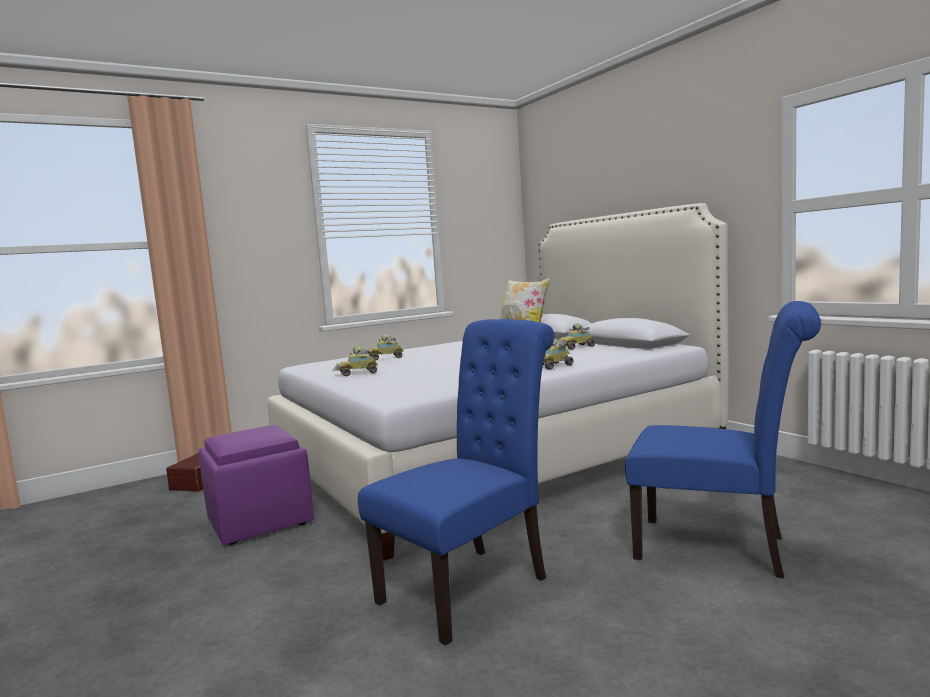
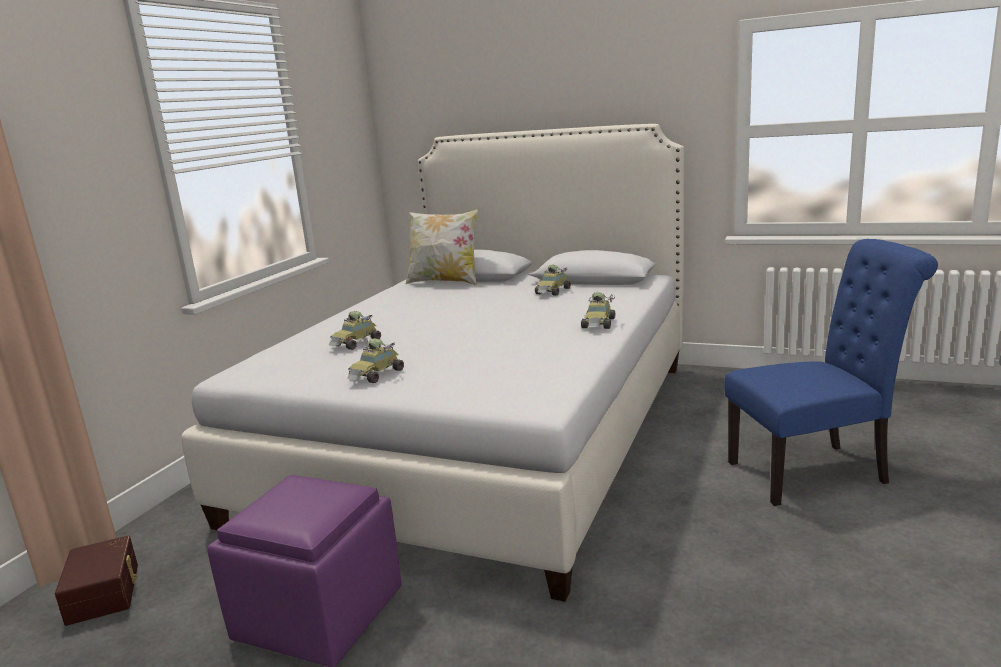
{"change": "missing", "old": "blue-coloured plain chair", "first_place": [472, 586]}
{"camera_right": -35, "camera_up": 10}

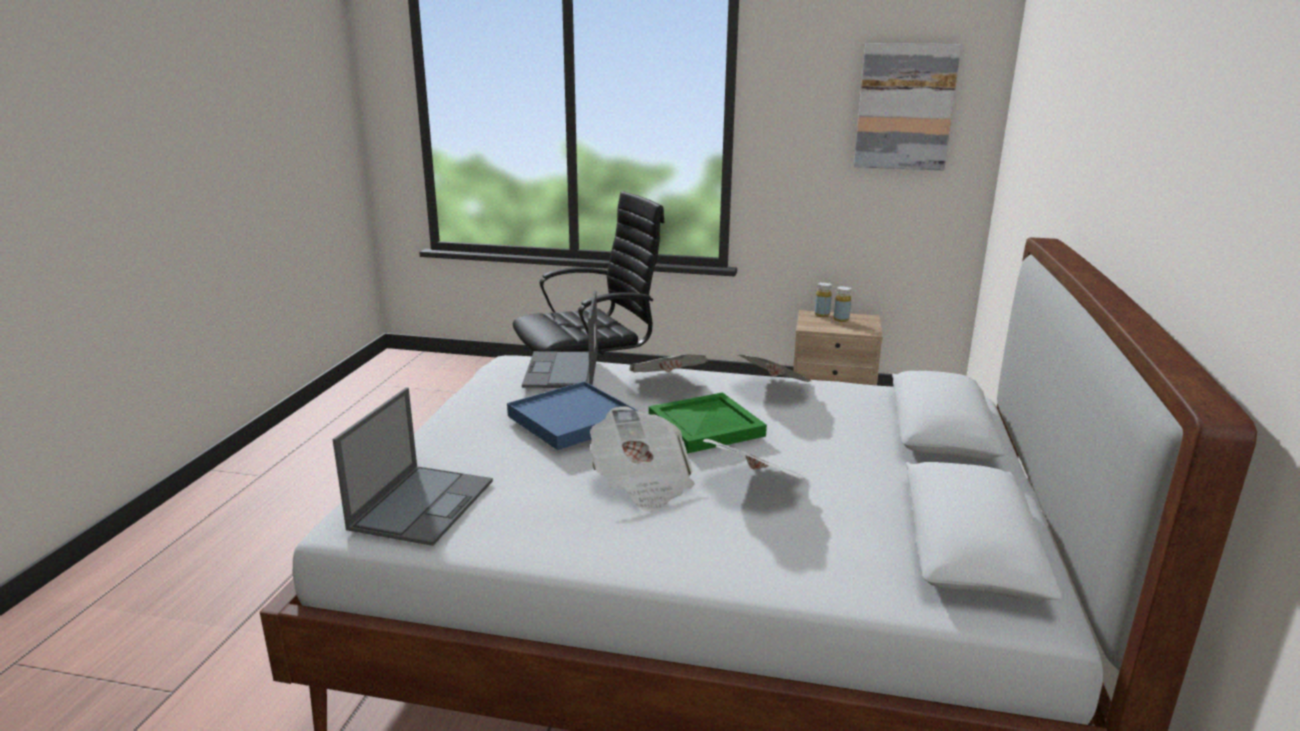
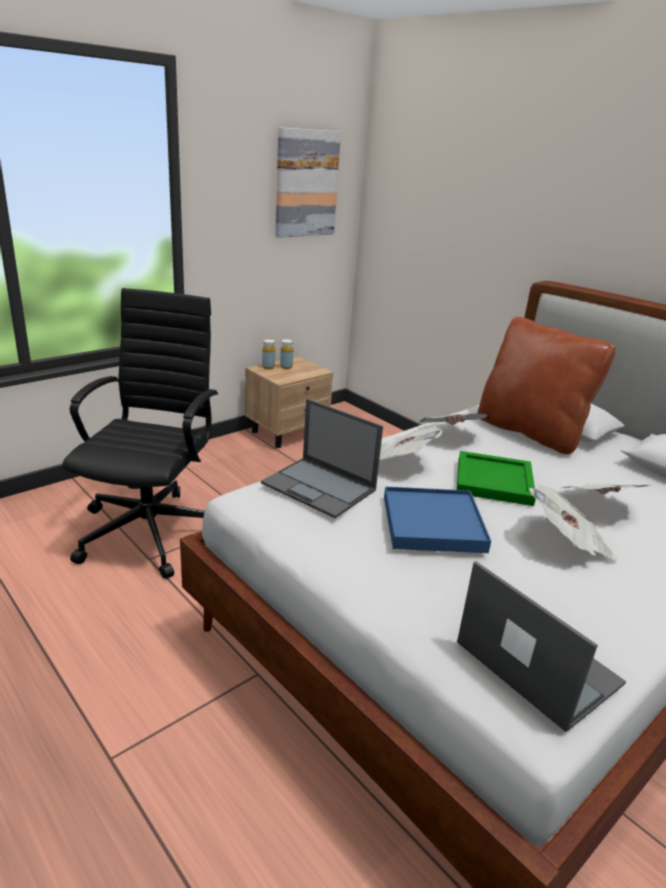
{"change": "appeared", "new": "brown-coloured pillow", "second_place": [530, 432]}
{"camera_right": -55, "camera_up": 5}

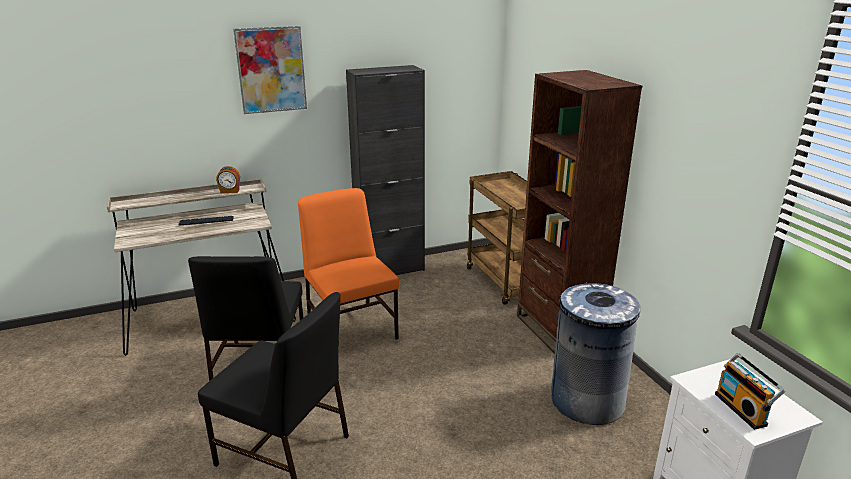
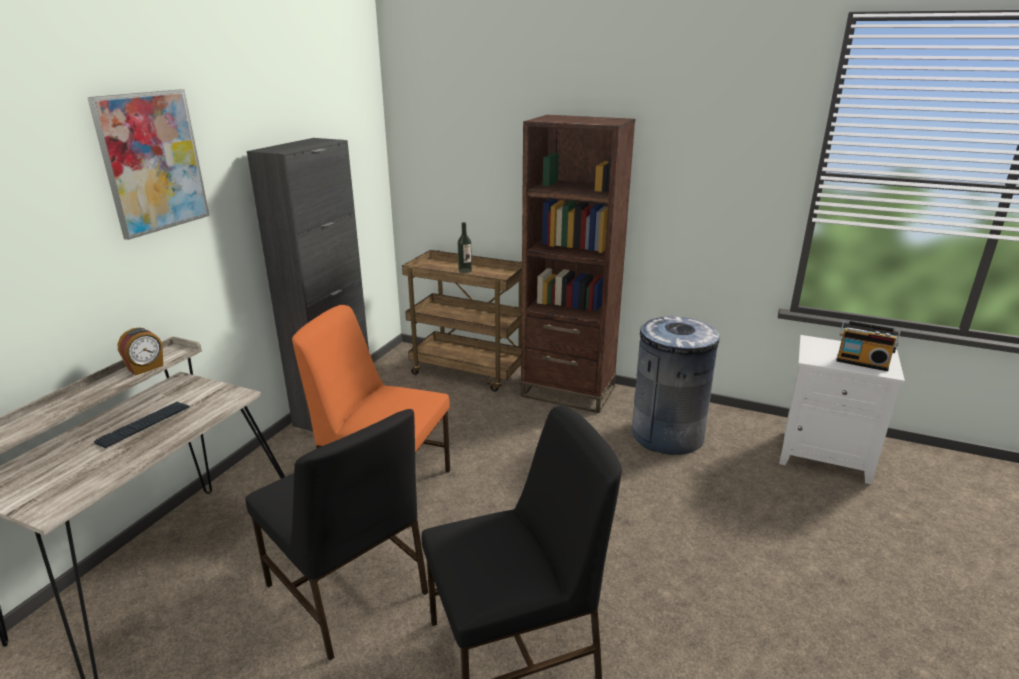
{"change": "appeared", "new": "drink bottle", "second_place": [465, 270]}
{"camera_right": -45, "camera_up": 0}

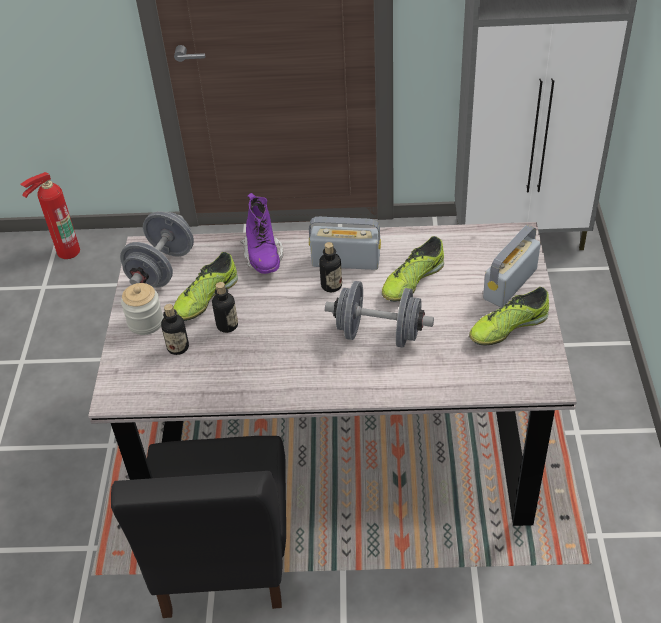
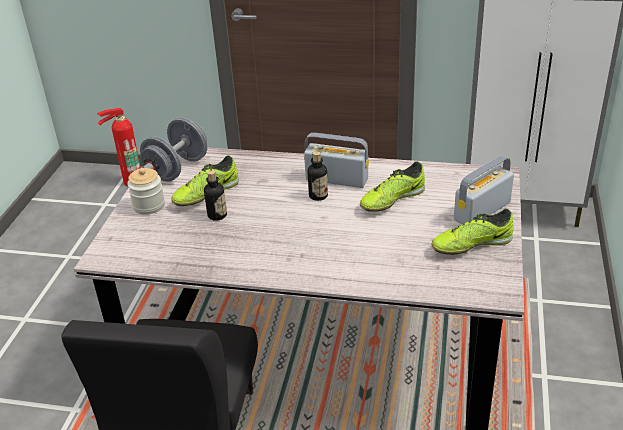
{"change": "missing", "old": "drink bottle", "first_place": [178, 347]}
{"change": "missing", "old": "purple-coloured boot", "first_place": [263, 256]}
{"change": "missing", "old": "grey free weight", "first_place": [379, 334]}
{"camera_right": 10, "camera_up": -10}

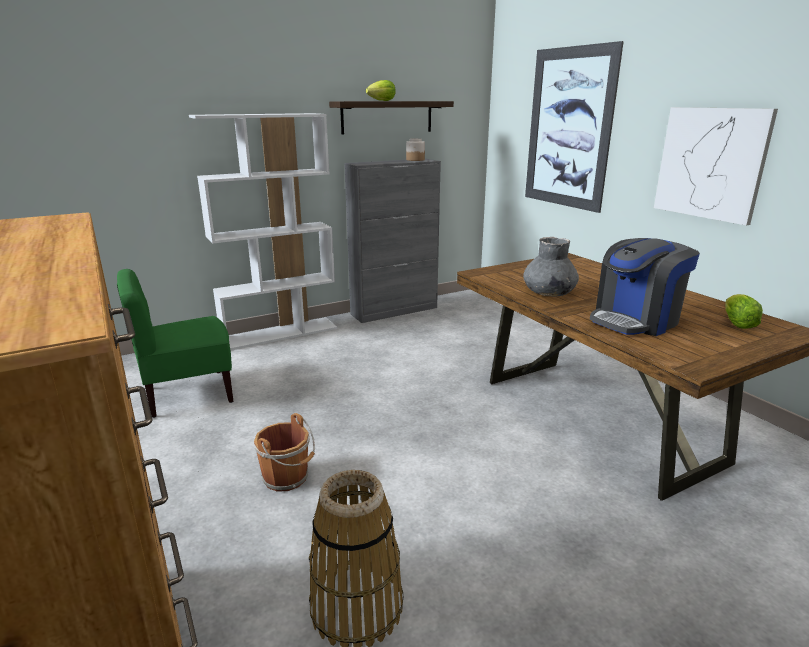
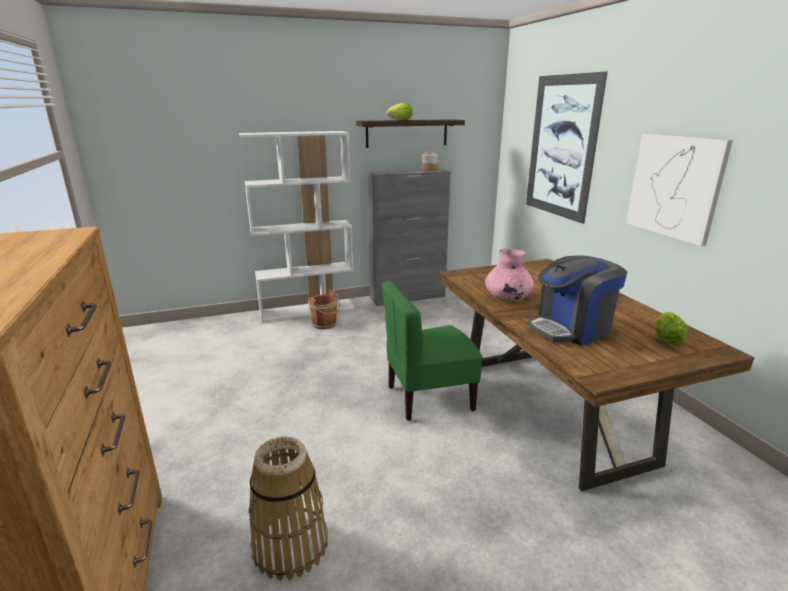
{"change": "relocated", "old": "green plain chair", "first_place": [188, 394], "second_place": [429, 397]}
{"change": "relocated", "old": "brown-coloured bucket", "first_place": [287, 478], "second_place": [325, 324]}
{"change": "colour", "old": "grey flower vase", "new": "pink flower vase", "first_place": [548, 293], "second_place": [507, 297]}
{"camera_right": 10, "camera_up": 0}

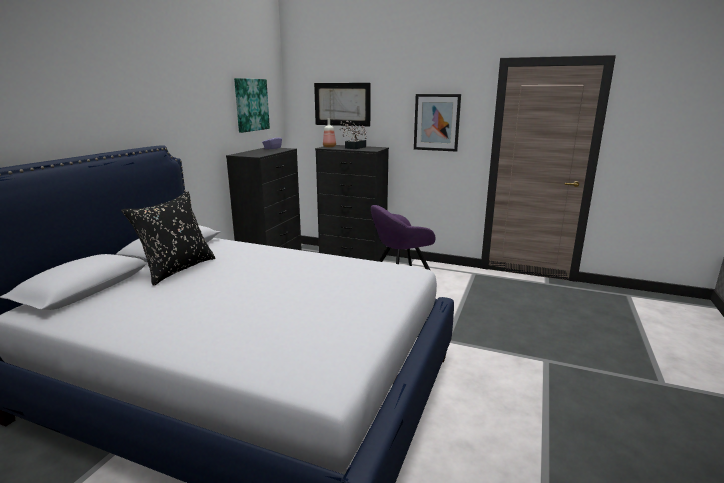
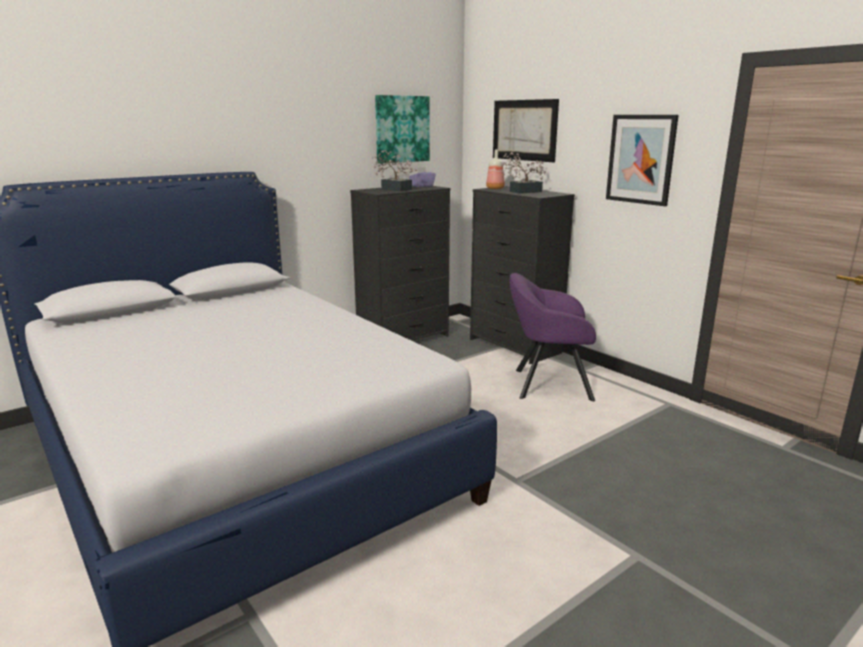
{"change": "missing", "old": "black-coloured pillow", "first_place": [177, 269]}
{"change": "appeared", "new": "plant in a pot", "second_place": [394, 189]}
{"camera_right": 30, "camera_up": 0}

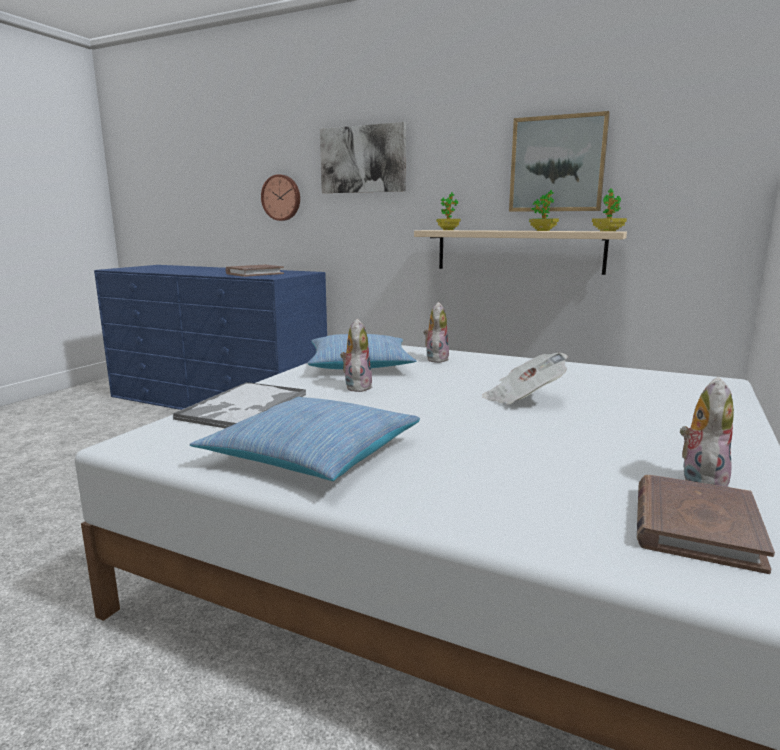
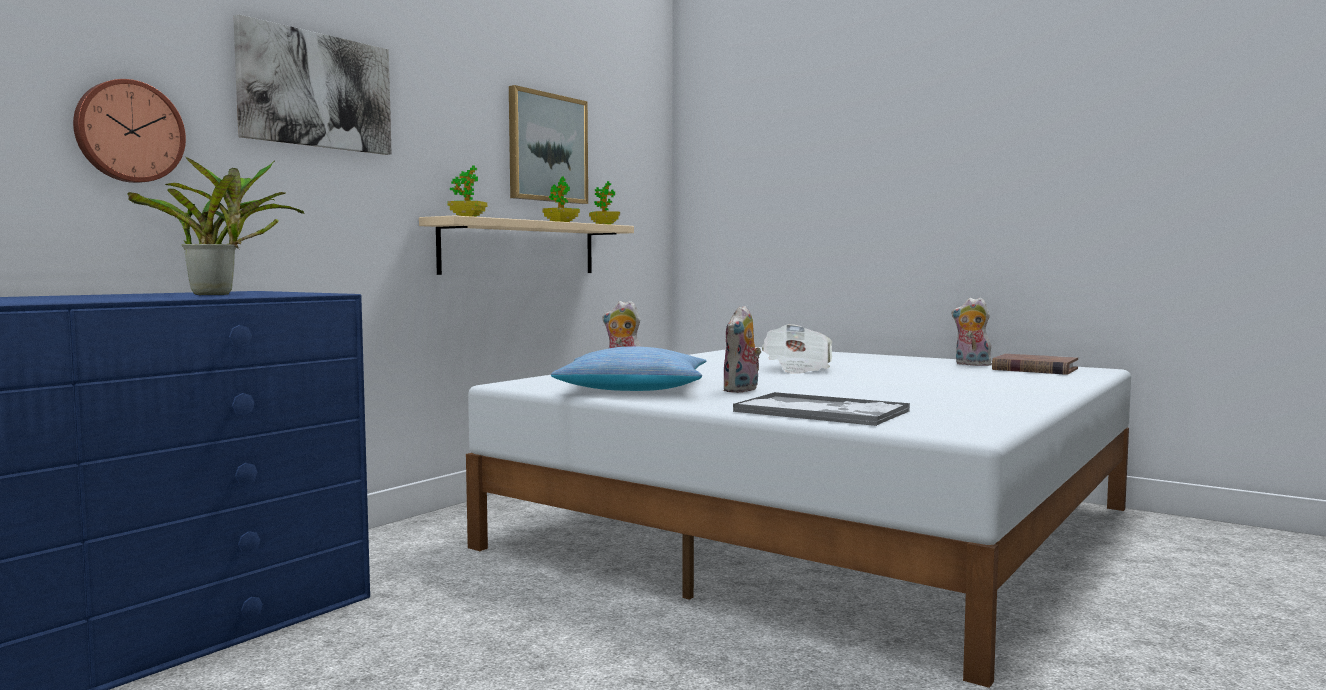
{"change": "missing", "old": "pillow", "first_place": [313, 453]}
{"change": "exchanged", "old": "brown-coloured bound book", "new": "plant in a pot", "first_place": [254, 274], "second_place": [218, 294]}
{"change": "spun", "old": "plush toy", "first_place": [356, 387], "second_place": [742, 390], "degrees": -75}
{"camera_right": -80, "camera_up": -10}

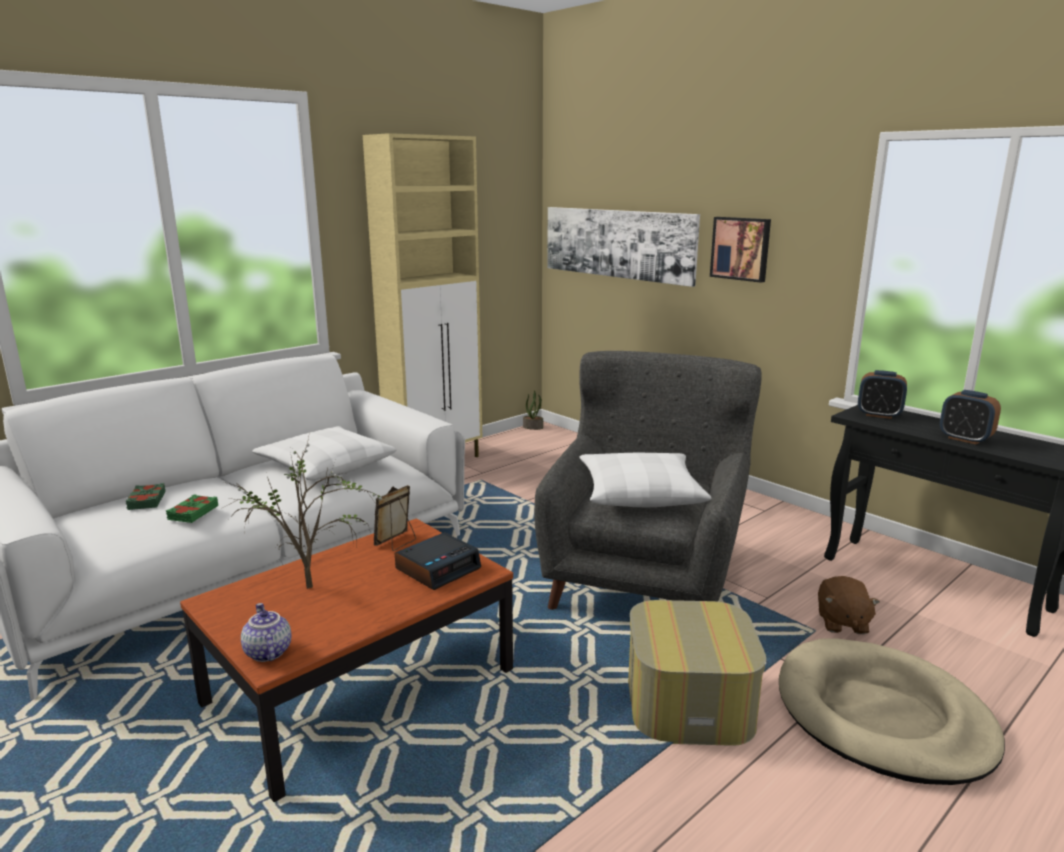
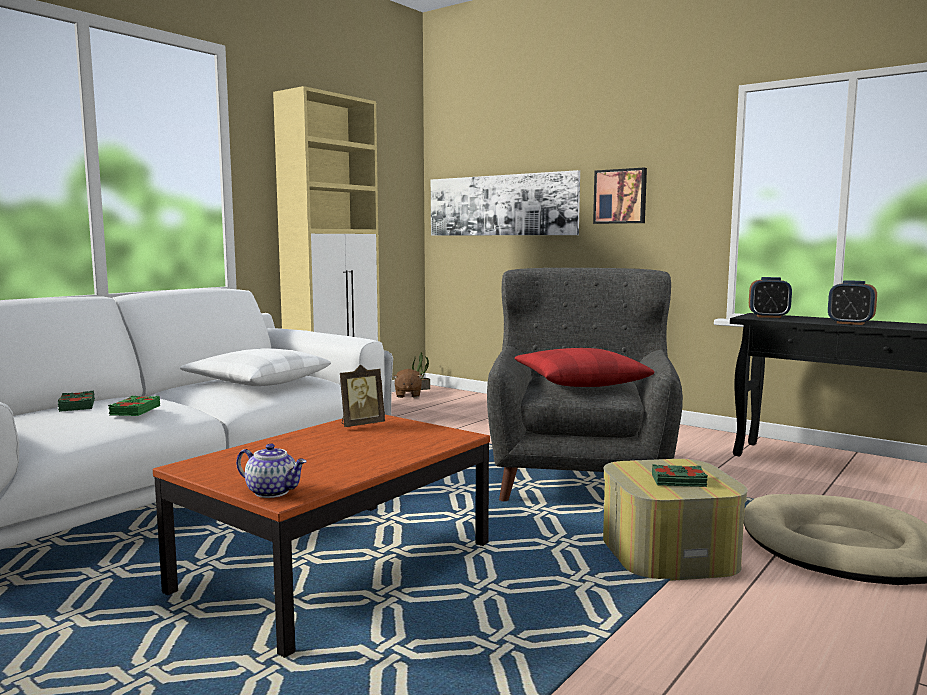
{"change": "missing", "old": "plant in a pot", "first_place": [313, 588]}
{"change": "spun", "old": "teapot", "first_place": [266, 652], "second_place": [273, 492], "degrees": 150}
{"change": "spun", "old": "picture frame", "first_place": [397, 542], "second_place": [361, 424], "degrees": -150}
{"change": "missing", "old": "bedside clock", "first_place": [438, 568]}
{"change": "colour", "old": "white-coloured pillow", "new": "red-coloured pillow", "first_place": [640, 492], "second_place": [580, 381]}
{"change": "relocated", "old": "brown-coloured plush toy", "first_place": [842, 623], "second_place": [407, 395]}
{"change": "appeared", "new": "green bound book", "second_place": [679, 481]}
{"camera_right": -10, "camera_up": -10}

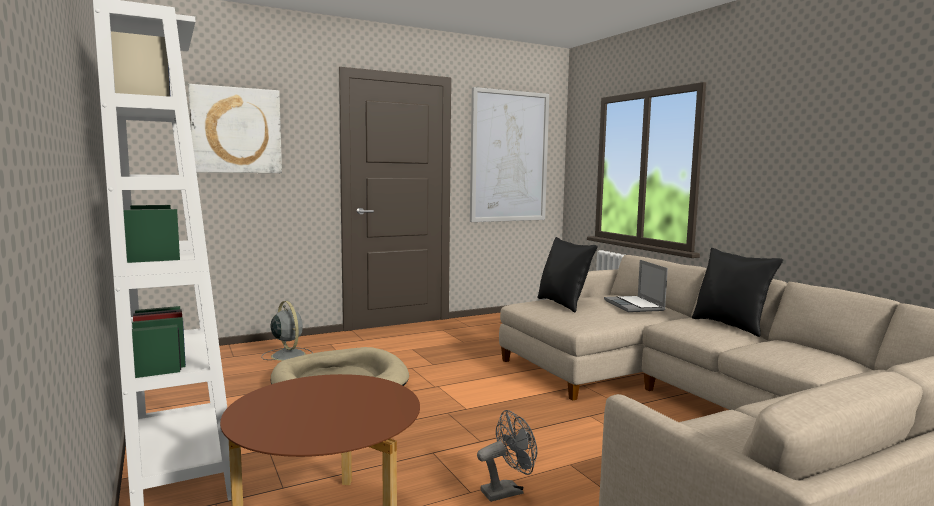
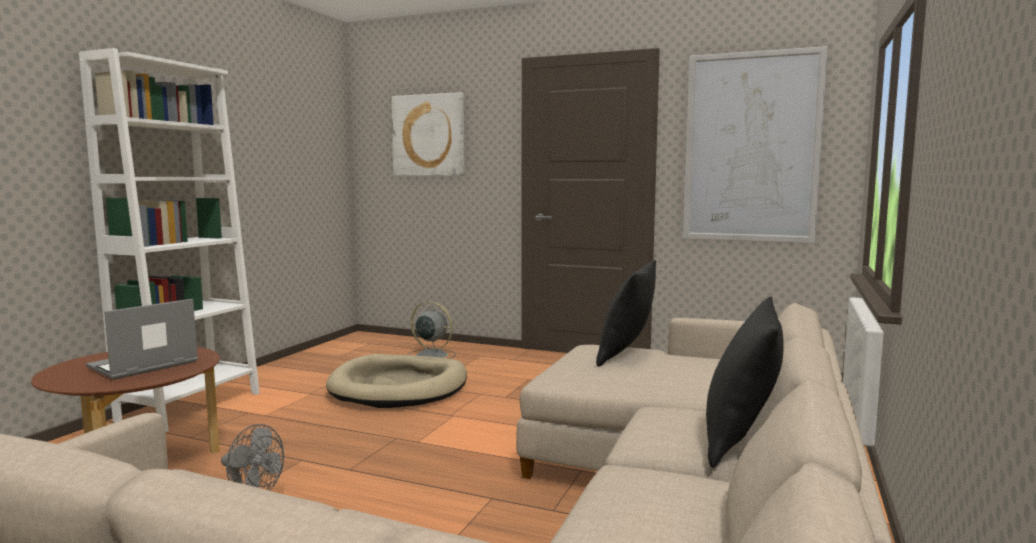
{"change": "spun", "old": "grey fan", "first_place": [287, 355], "second_place": [430, 355], "degrees": -75}
{"change": "relocated", "old": "notebook computer", "first_place": [635, 305], "second_place": [143, 366]}
{"camera_right": 50, "camera_up": 0}

